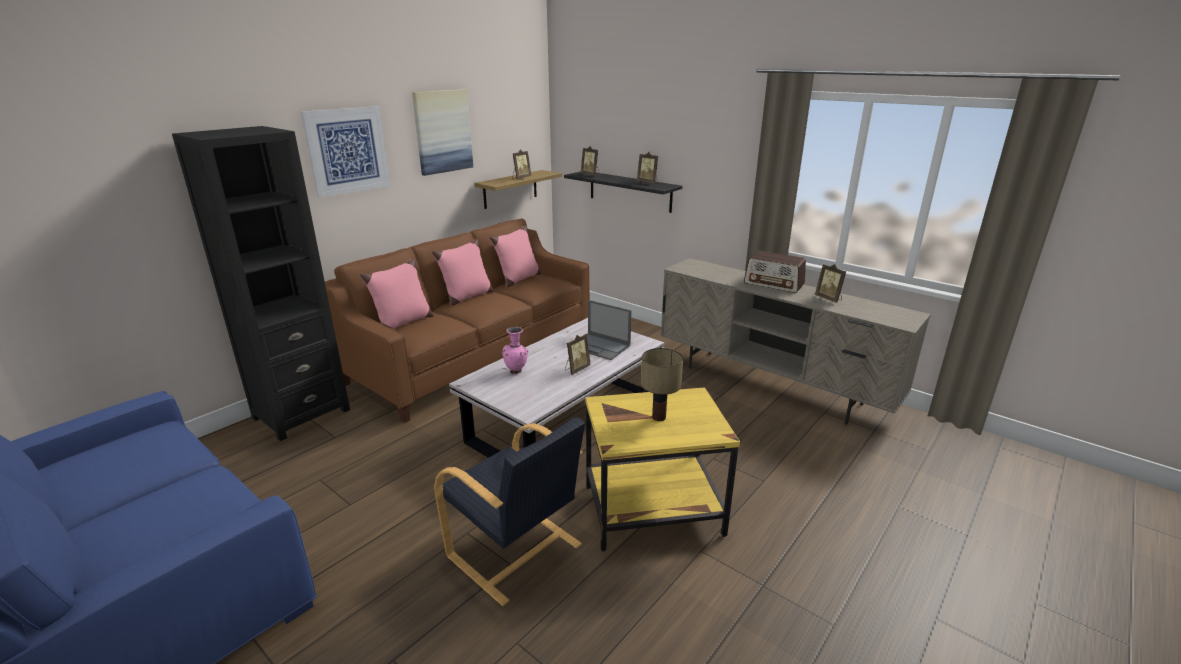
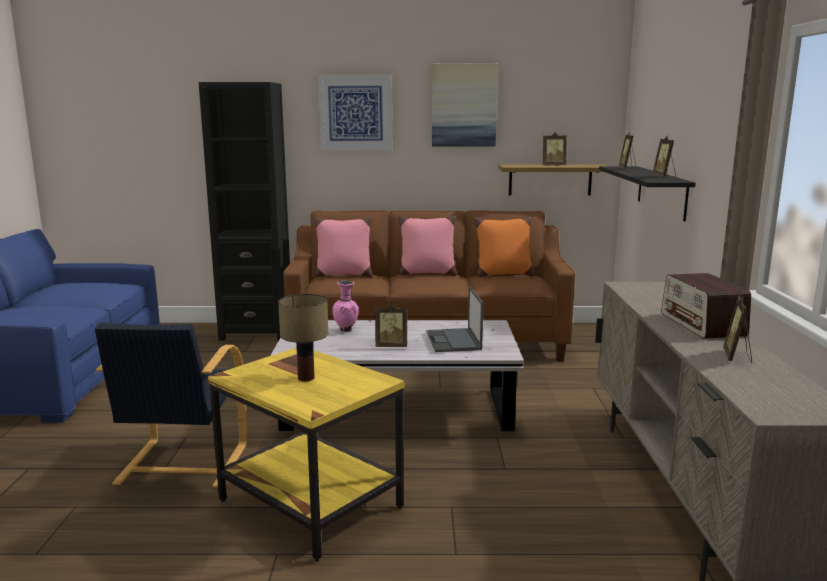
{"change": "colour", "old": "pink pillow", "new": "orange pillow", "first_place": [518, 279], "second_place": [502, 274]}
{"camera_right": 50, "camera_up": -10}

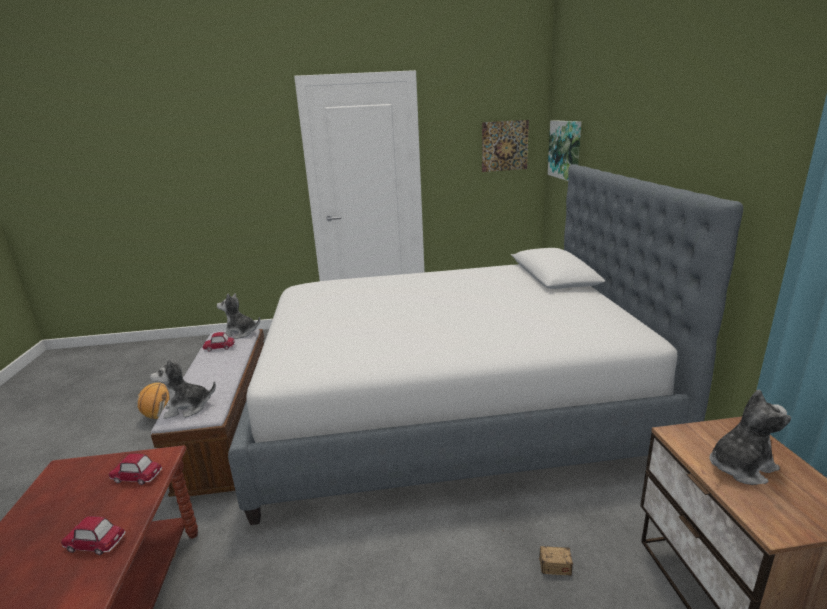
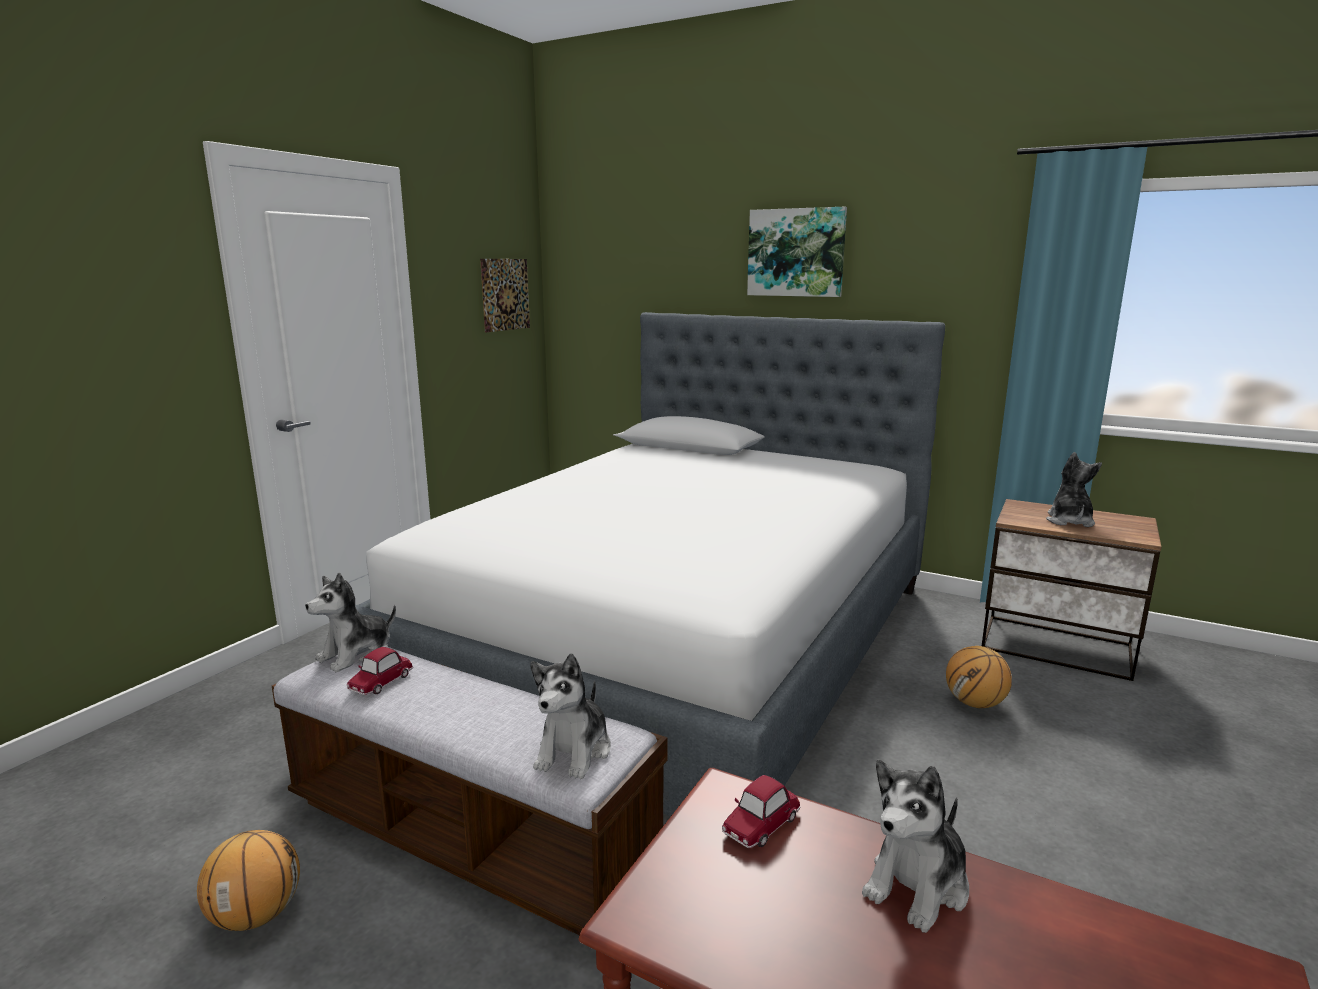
{"change": "exchanged", "old": "toy car", "new": "plush toy", "first_place": [95, 543], "second_place": [918, 885]}
{"change": "exchanged", "old": "storage bin", "new": "ball for basketball", "first_place": [535, 565], "second_place": [975, 703]}
{"change": "relocated", "old": "wall picture", "first_place": [565, 150], "second_place": [796, 252]}
{"camera_right": -55, "camera_up": -5}

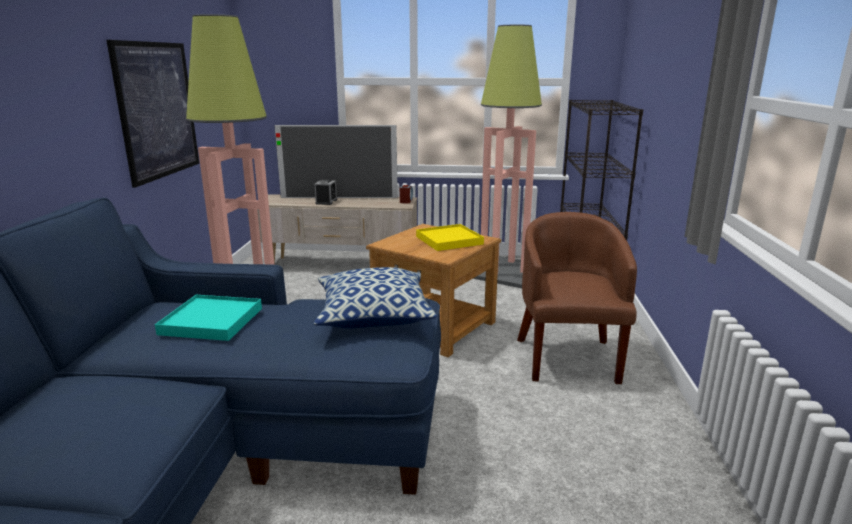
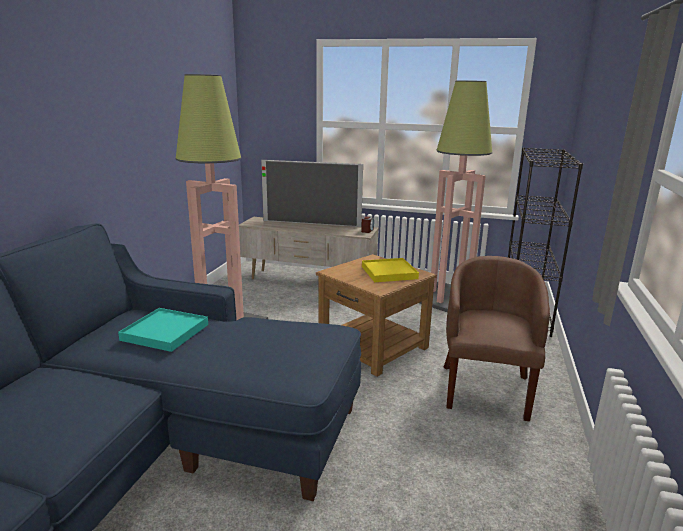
{"change": "missing", "old": "wall picture", "first_place": [157, 110]}
{"change": "missing", "old": "bedside clock", "first_place": [326, 202]}
{"change": "missing", "old": "pillow", "first_place": [373, 315]}
{"camera_right": 10, "camera_up": 0}

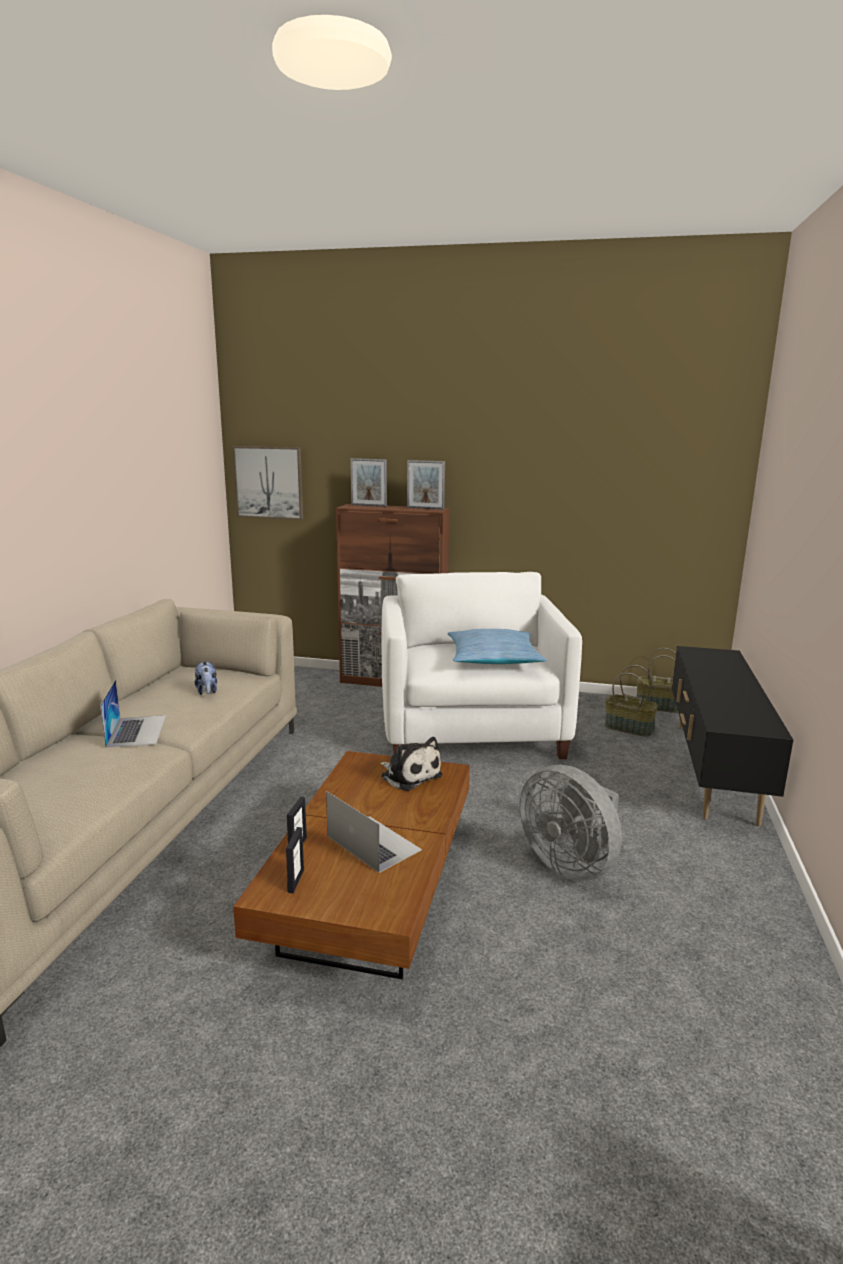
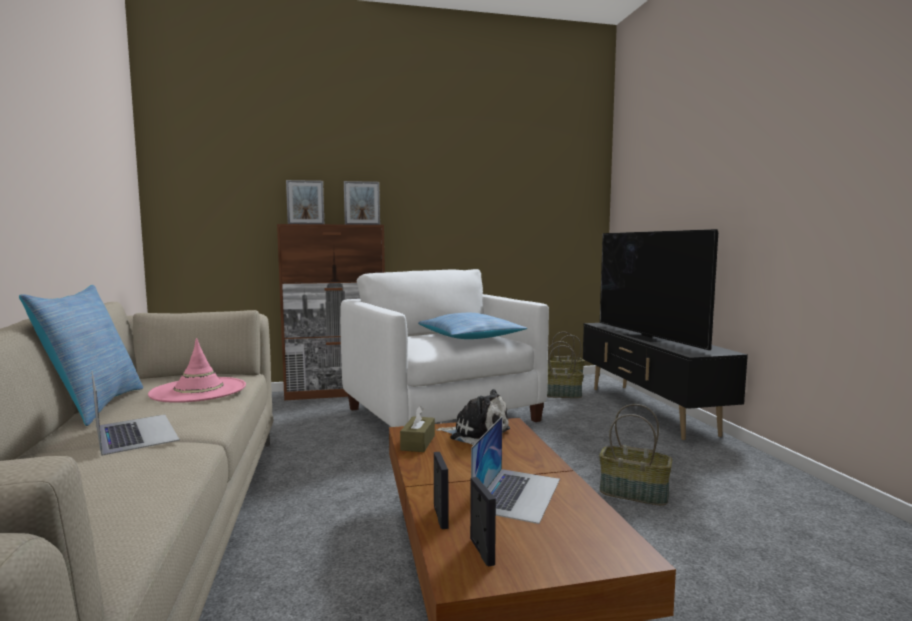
{"change": "exchanged", "old": "plush toy", "new": "pink clothing hat", "first_place": [207, 691], "second_place": [198, 390]}
{"change": "missing", "old": "wall picture", "first_place": [269, 482]}
{"change": "spun", "old": "notebook computer", "first_place": [373, 843], "second_place": [517, 493], "degrees": 90}
{"change": "exchanged", "old": "grey fan", "new": "household basket", "first_place": [570, 864], "second_place": [634, 493]}
{"change": "appeared", "new": "pillow", "second_place": [93, 406]}
{"change": "appeared", "new": "brown-coloured tissue box", "second_place": [418, 443]}
{"change": "appeared", "new": "television", "second_place": [647, 337]}
{"camera_right": -25, "camera_up": -10}

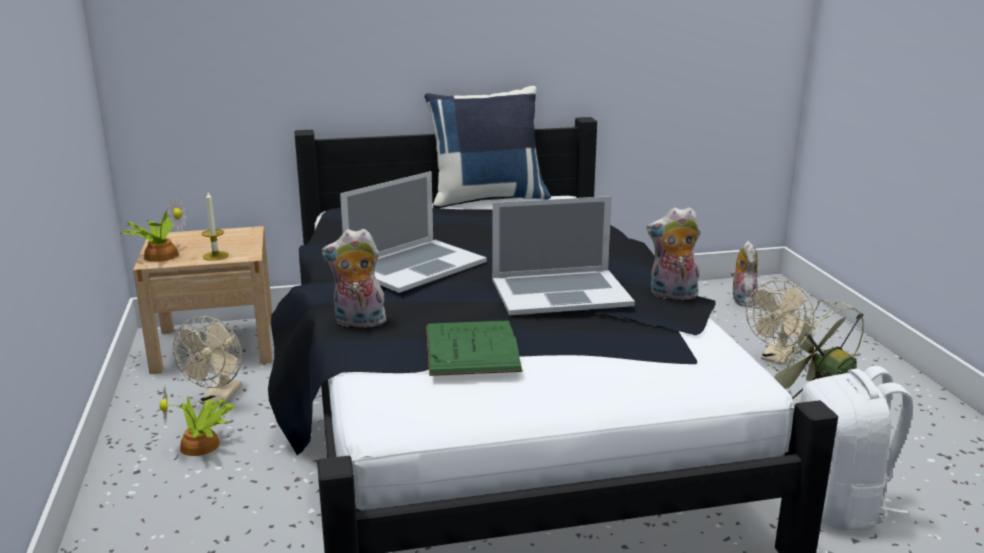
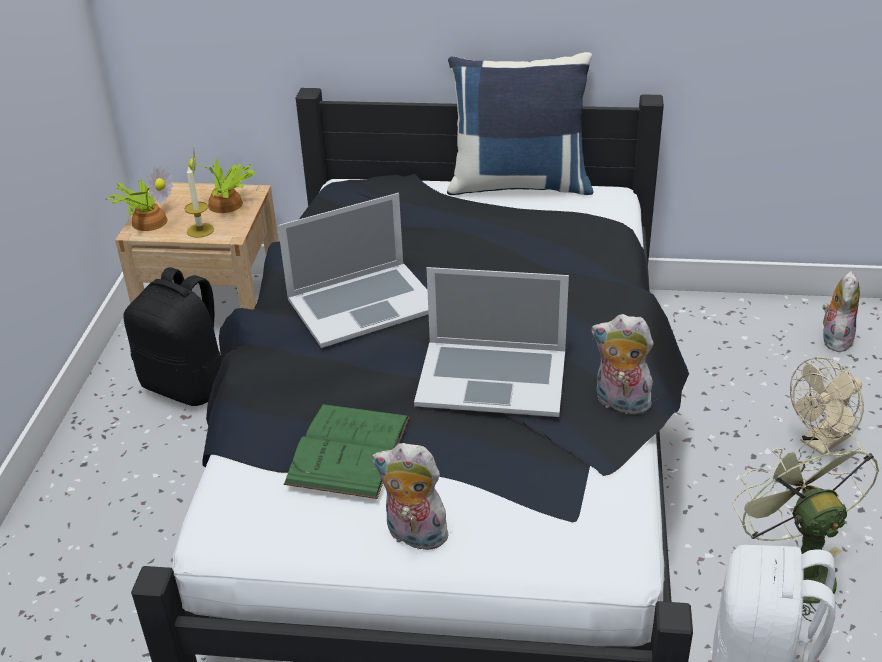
{"change": "relocated", "old": "plant in a pot", "first_place": [202, 445], "second_place": [227, 205]}
{"change": "exchanged", "old": "sand-coloured fan", "new": "black-coloured backpack", "first_place": [218, 399], "second_place": [188, 385]}
{"change": "relocated", "old": "plush toy", "first_place": [358, 323], "second_place": [413, 536]}
{"camera_right": 20, "camera_up": 15}

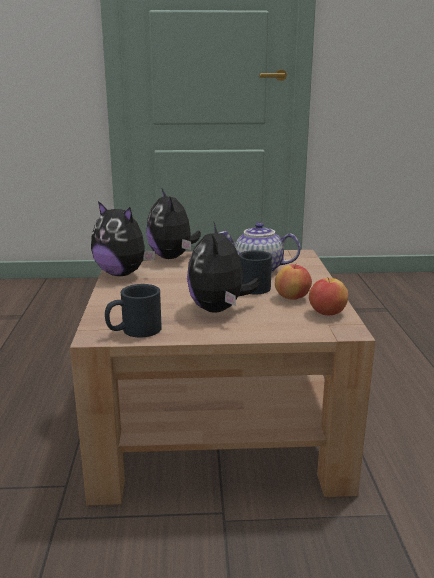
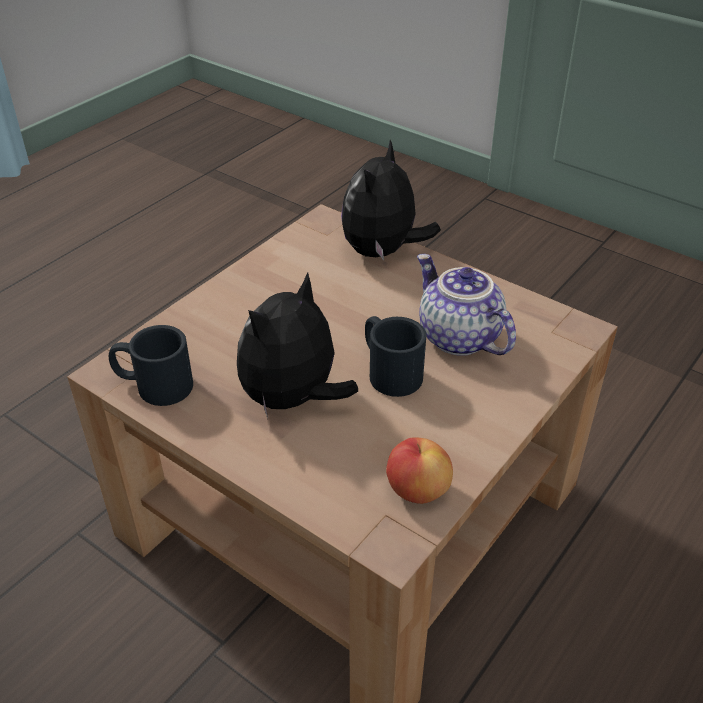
{"change": "missing", "old": "plush toy", "first_place": [122, 273]}
{"change": "missing", "old": "whole apple", "first_place": [292, 297]}
{"camera_right": 40, "camera_up": 20}

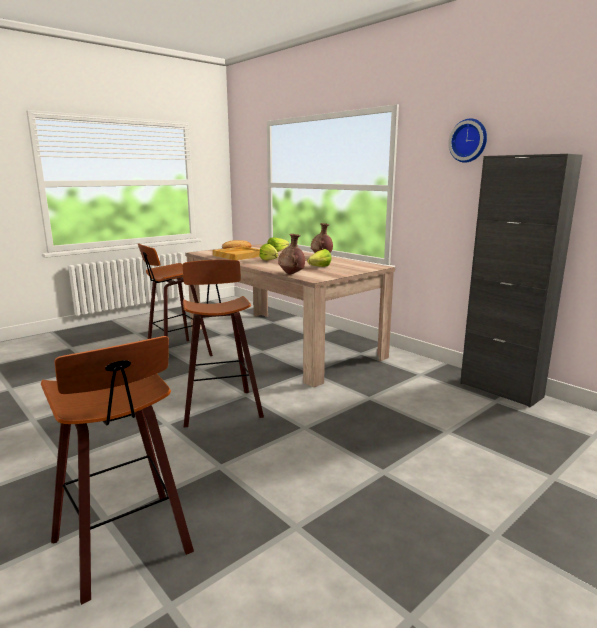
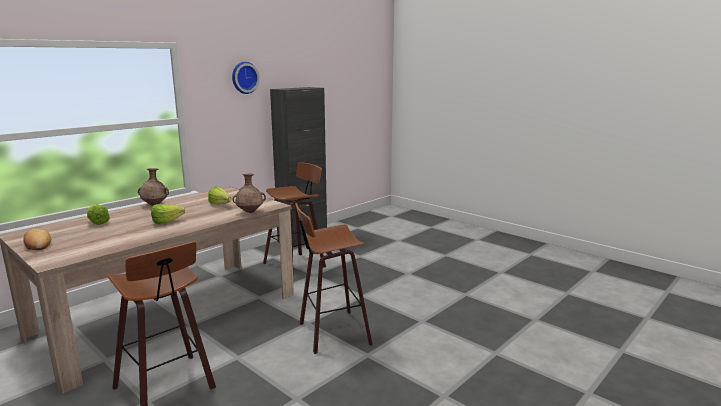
{"change": "relocated", "old": "sitting stool", "first_place": [127, 547], "second_place": [296, 265]}
{"change": "missing", "old": "sand-coloured serving tray", "first_place": [239, 255]}
{"camera_right": -95, "camera_up": 0}

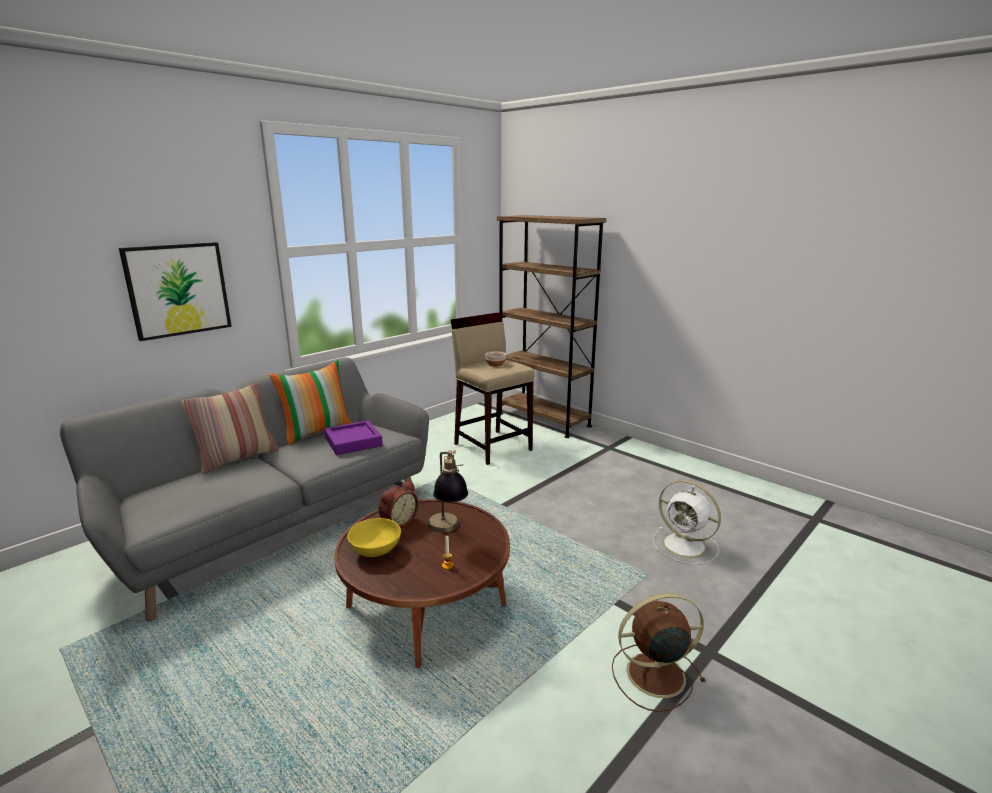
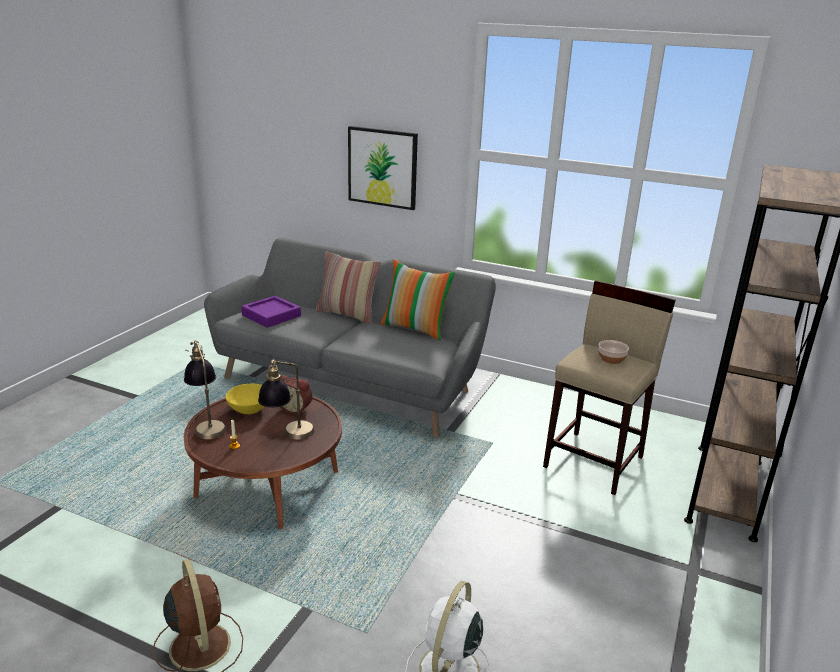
{"change": "relocated", "old": "purple-coloured serving tray", "first_place": [353, 442], "second_place": [271, 315]}
{"change": "appeared", "new": "lamp for a table", "second_place": [207, 424]}
{"camera_right": 70, "camera_up": 5}

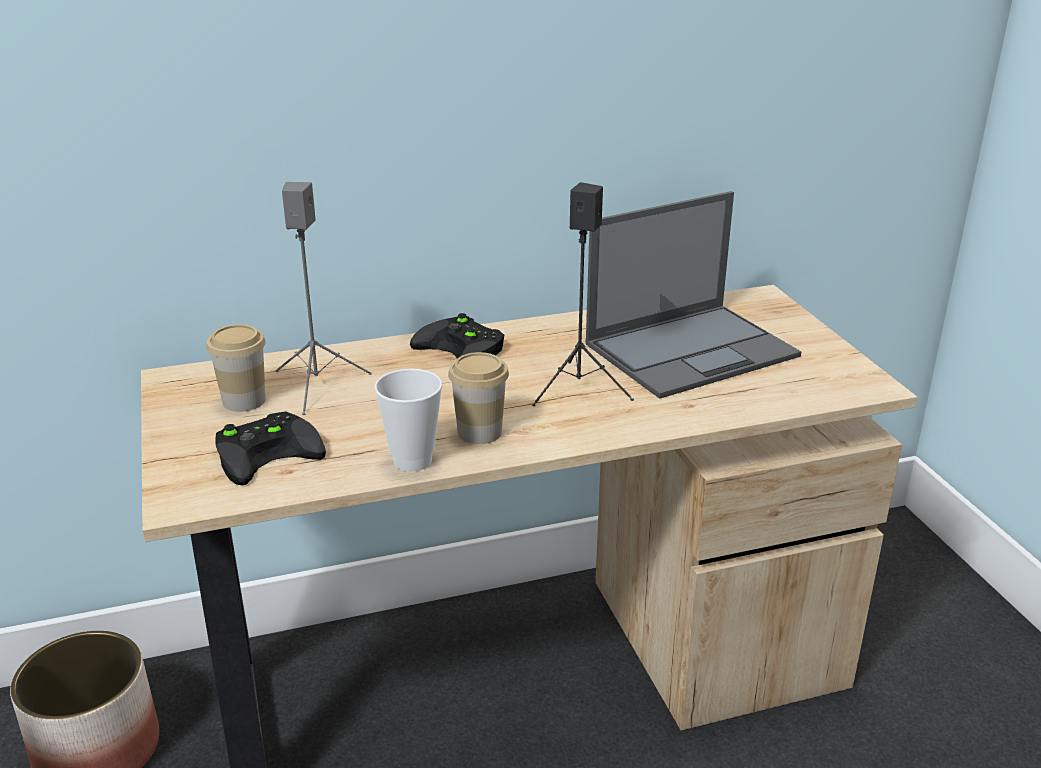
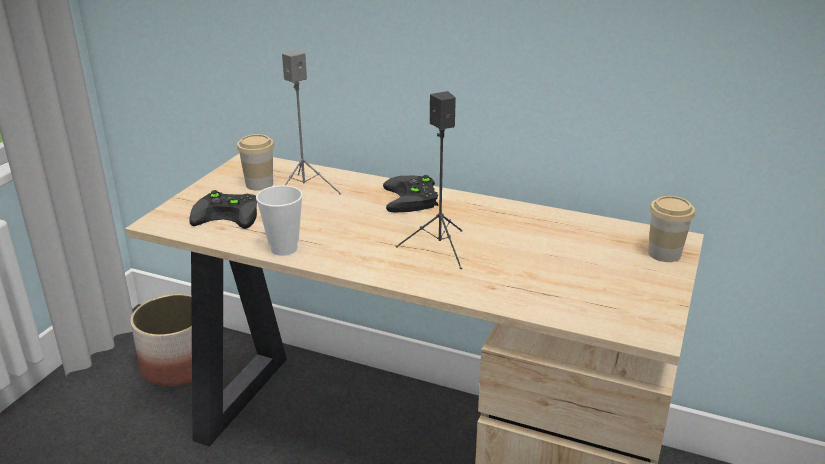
{"change": "relocated", "old": "small cup", "first_place": [479, 432], "second_place": [664, 254]}
{"change": "missing", "old": "notebook computer", "first_place": [692, 349]}
{"camera_right": 40, "camera_up": 0}

